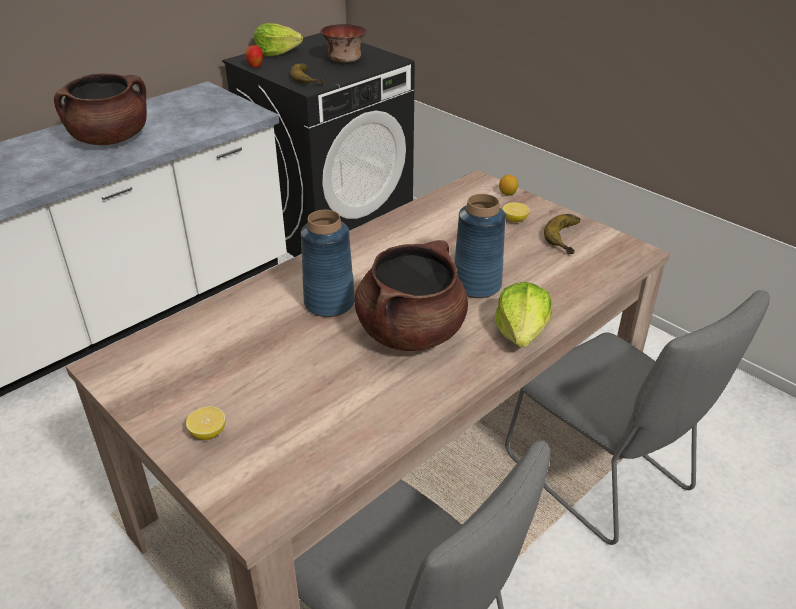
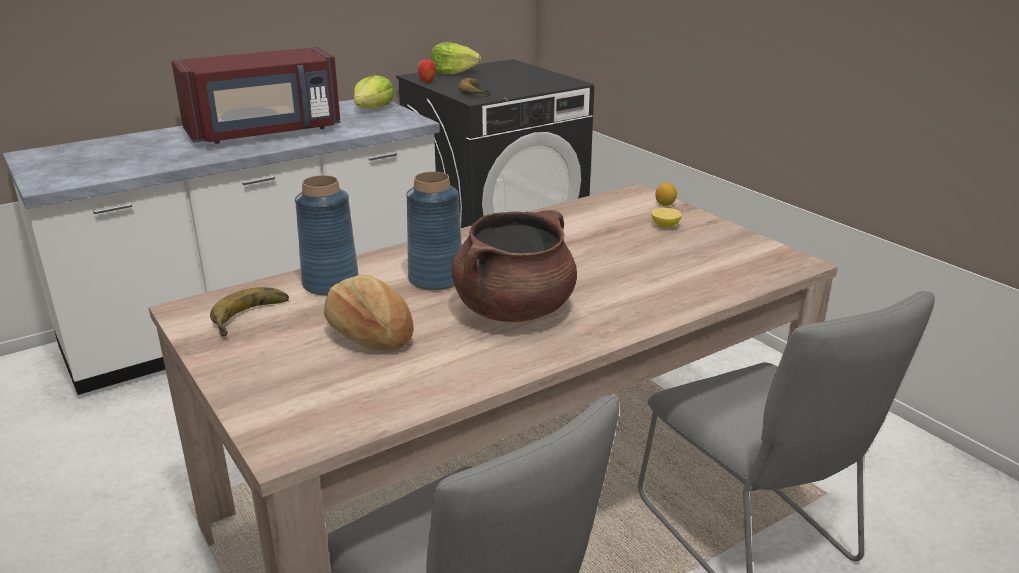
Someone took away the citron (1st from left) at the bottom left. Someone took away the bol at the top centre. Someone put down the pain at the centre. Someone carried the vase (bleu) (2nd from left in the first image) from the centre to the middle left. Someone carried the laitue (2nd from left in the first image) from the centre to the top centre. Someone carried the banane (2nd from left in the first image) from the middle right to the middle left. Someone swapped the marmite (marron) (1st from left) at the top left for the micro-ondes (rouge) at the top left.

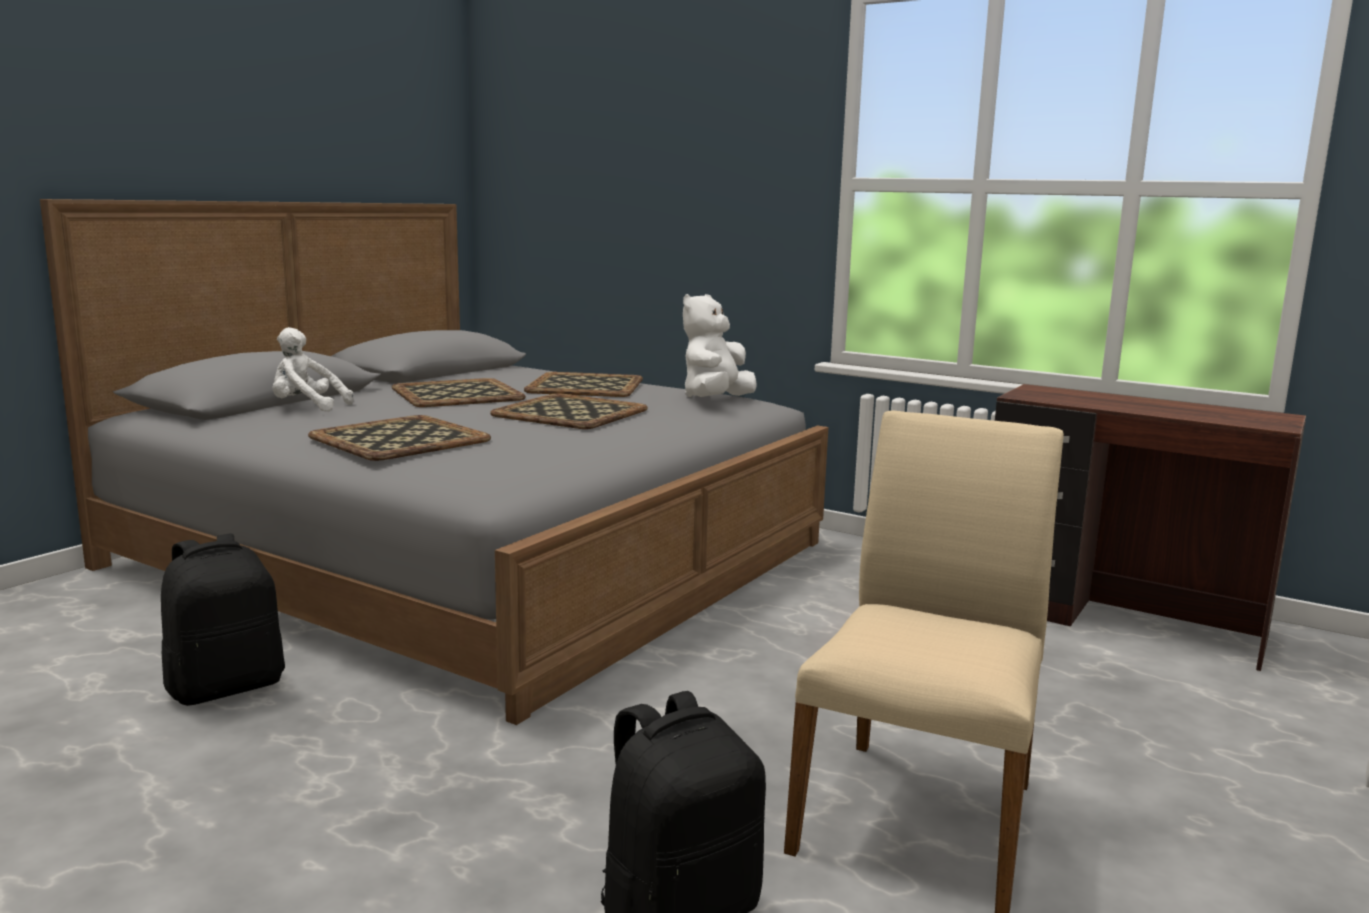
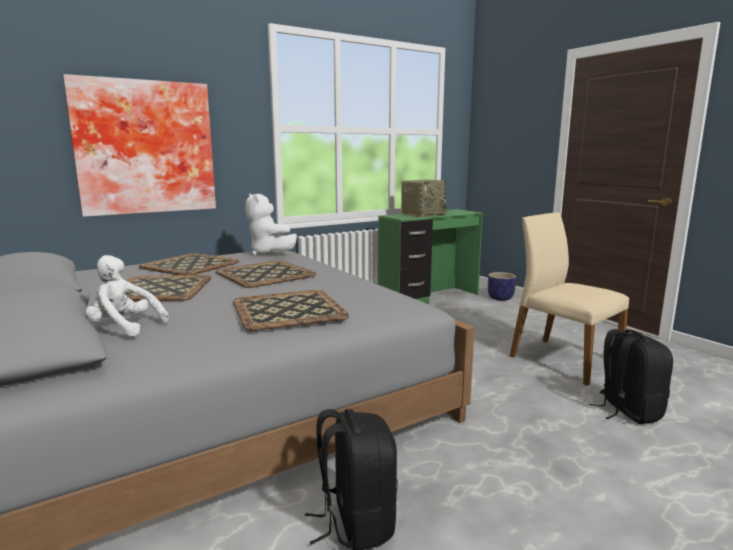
Someone put up the tableau at the top left. Someone put down the radio at the centre. Someone put down the cache-pot at the middle right. Someone repainted the bureau (marron) at the middle right, which became the bureau (vert) at the centre. Someone rotated the peluche (blanc) (1st from left) at the middle left by 75 degrees clockwise.

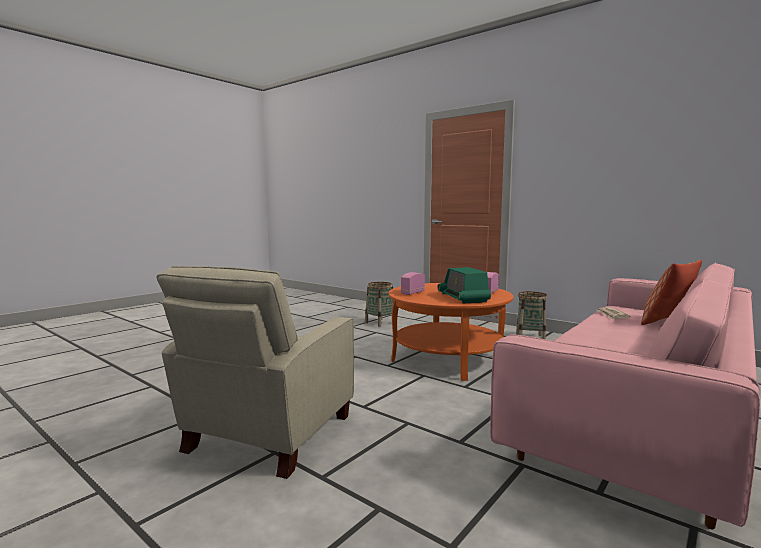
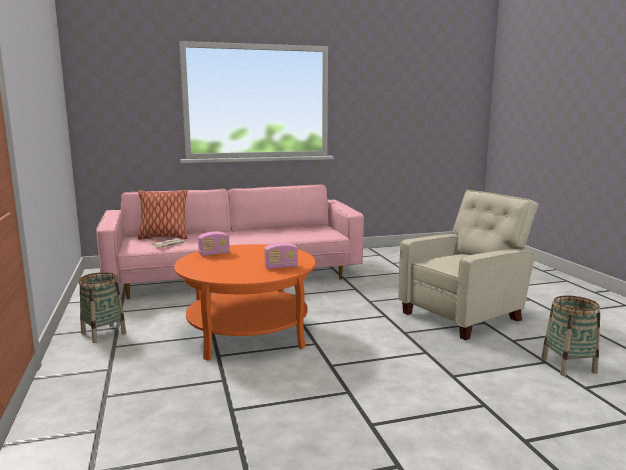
Someone took away the radio (2nd from left) at the centre. Someone carried the panier (1st from left in the first image) from the centre to the bottom right.

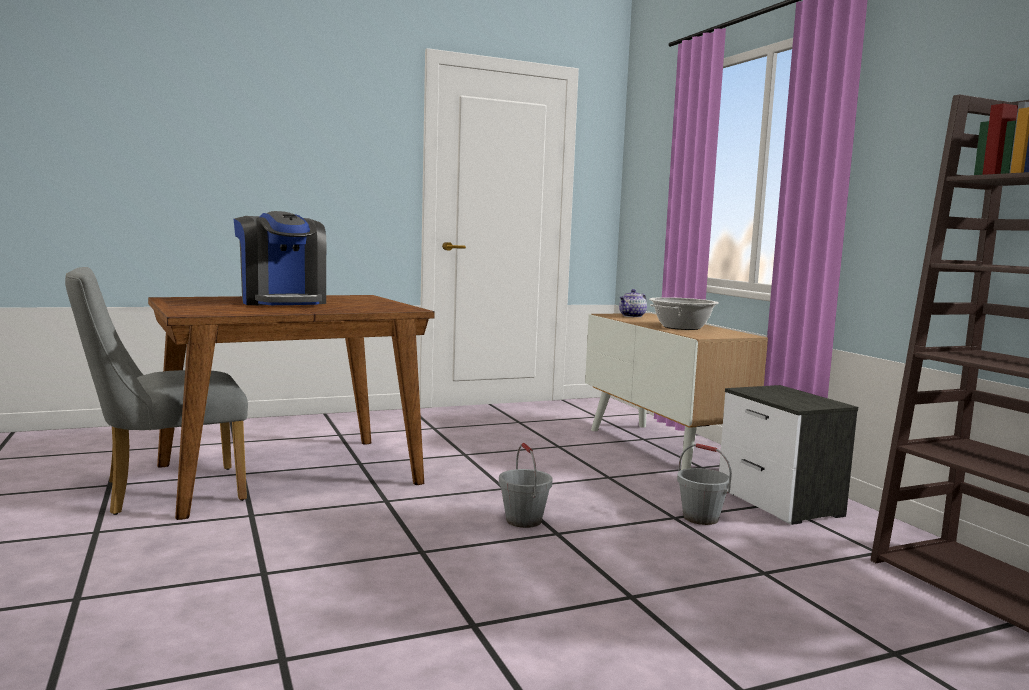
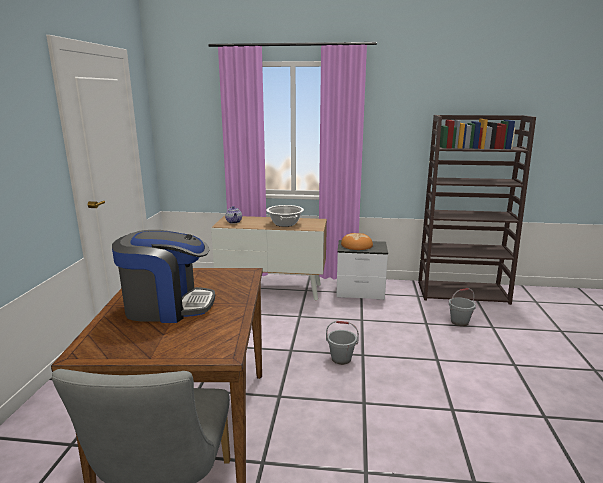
Someone put down the pain at the centre. Someone carried the seau (gris) (2nd from left) from the bottom right to the middle right.

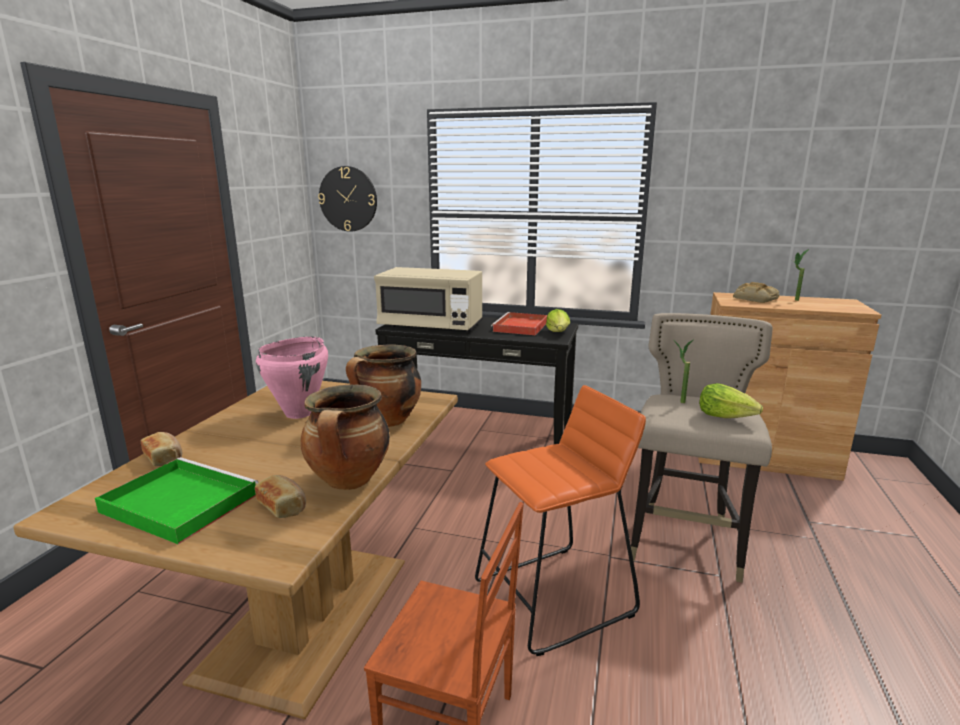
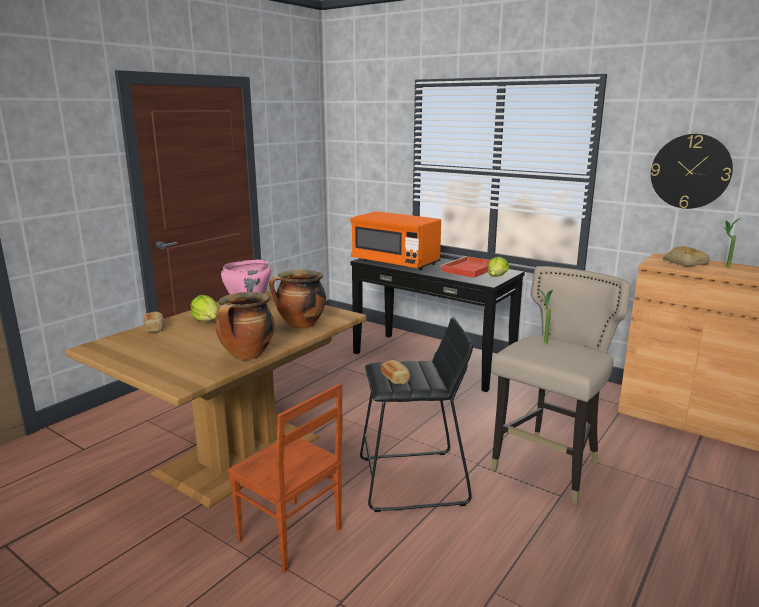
Someone took away the plateau (vert) at the bottom left. Someone carried the pain (2nd from left) from the bottom left to the centre. Someone carried the horloge murale from the top centre to the top right. Someone carried the laitue (2nd from left in the first image) from the middle right to the middle left. Someone repainted the micro-ondes (beige) at the centre, which became the micro-ondes (orange) at the centre. Someone repainted the tabouret (orange) at the bottom centre, which became the tabouret (noir) at the bottom centre.

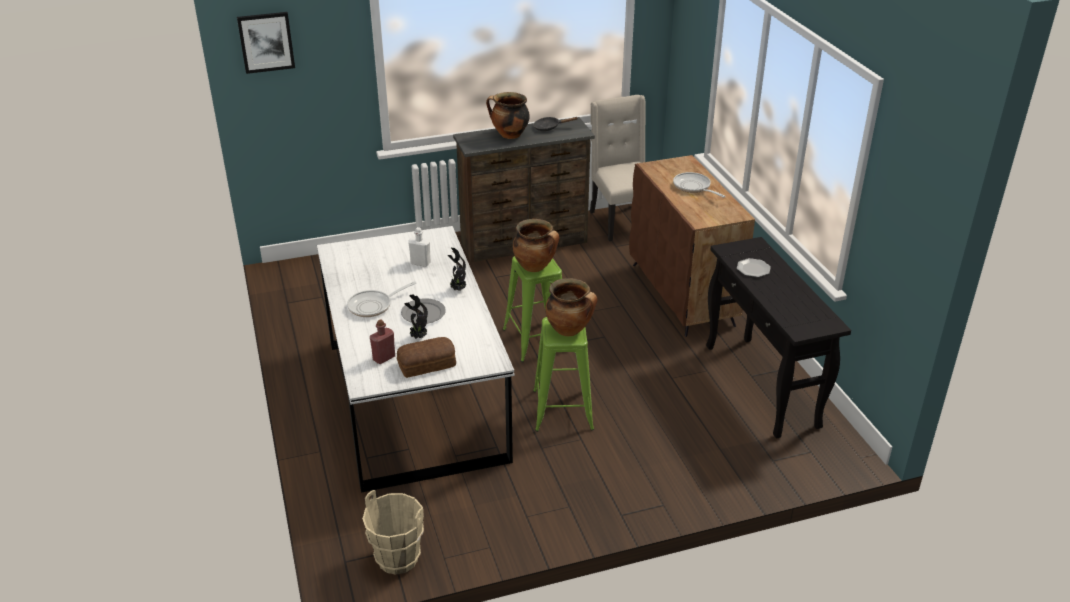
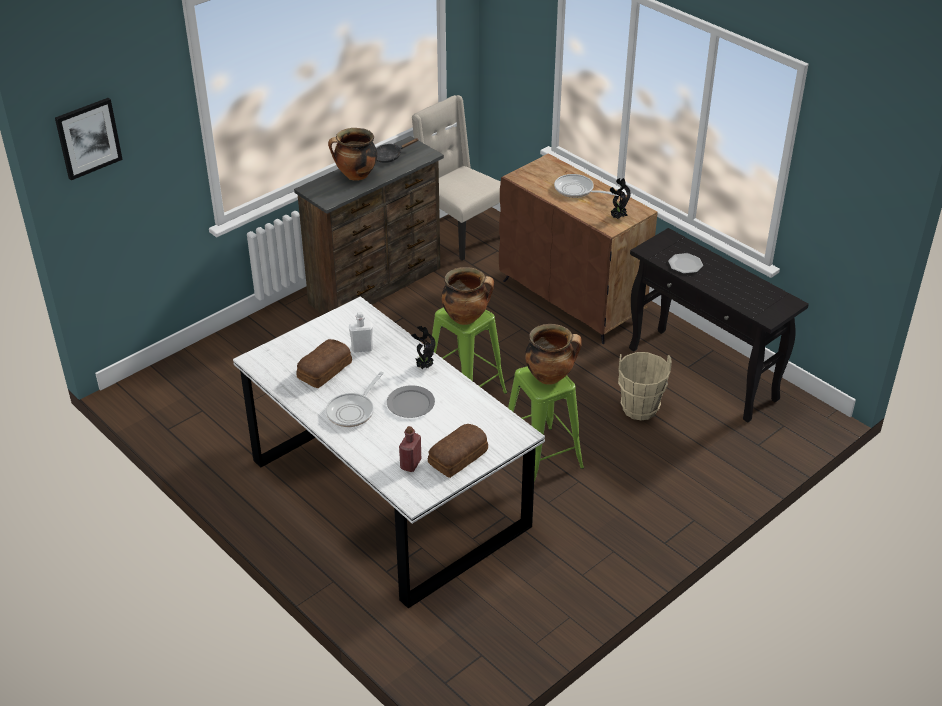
Someone put down the pain (1st from left) at the centre. Someone carried the seau (beige) from the bottom centre to the middle right. Someone carried the plante en pot (1st from left in the first image) from the centre to the top centre.

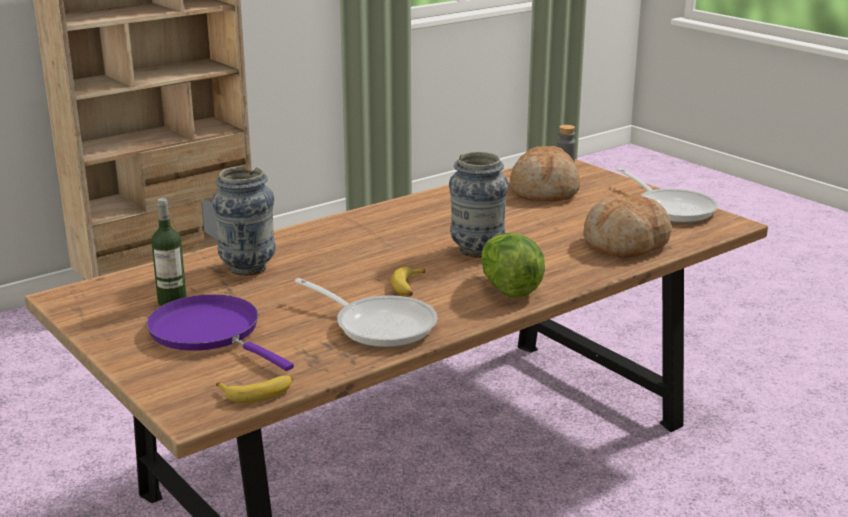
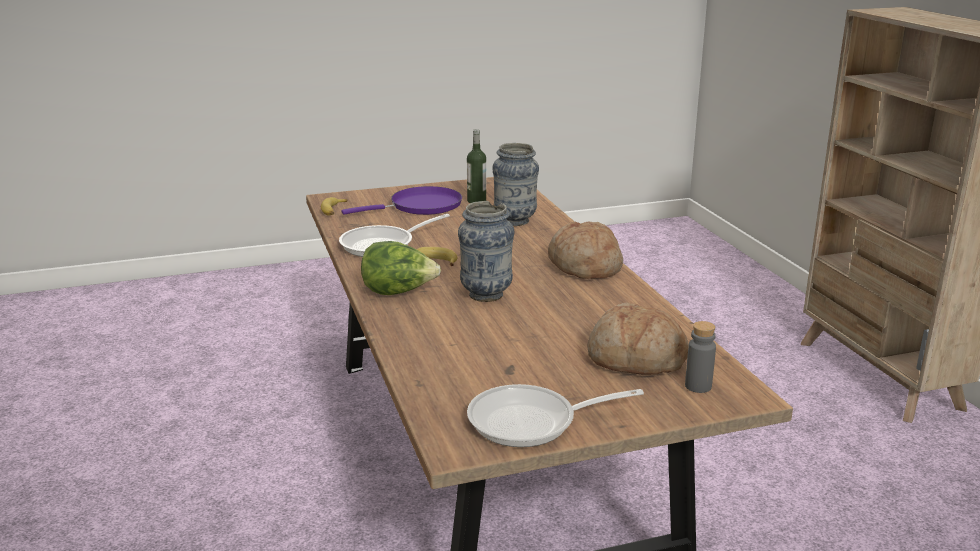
Someone carried the pain (2nd from left in the first image) from the middle right to the centre.

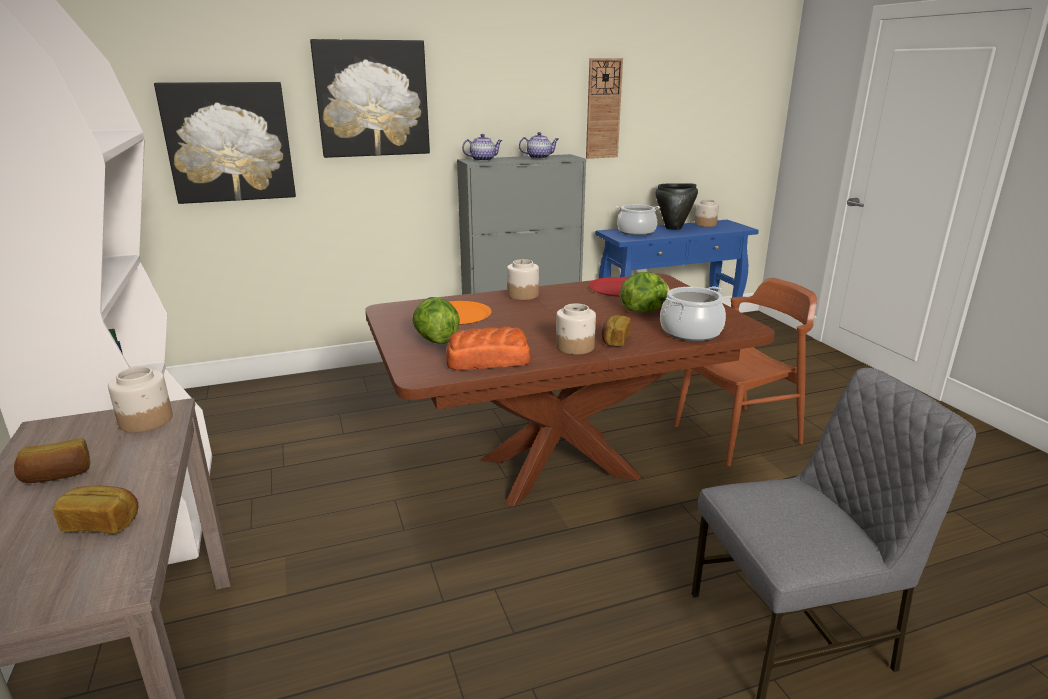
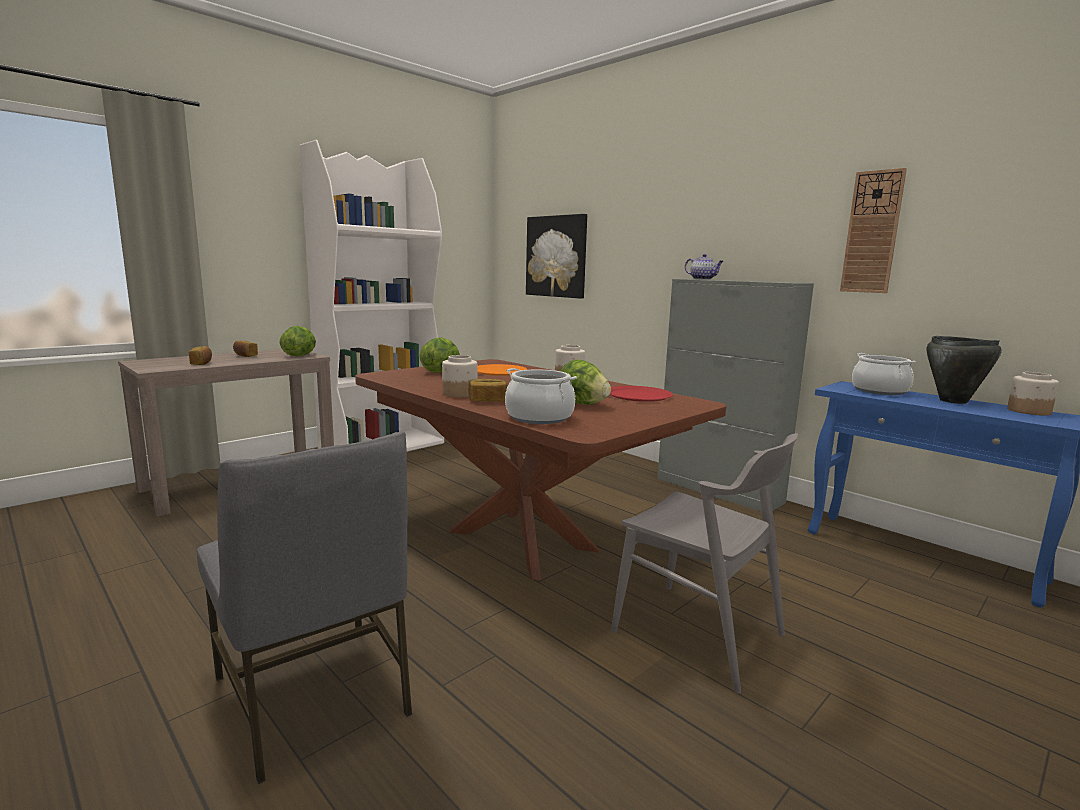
Someone took away the tableau (2nd from left) at the top centre. Someone took away the pain (3rd from left) at the centre. Someone took away the théière (2nd from left) at the top centre. Someone swapped the bocal (1st from left) at the middle left for the laitue (1st from left) at the middle left. Someone repainted the chaise (marron) at the middle right, which became the chaise (gris) (2nd from left) at the bottom centre.

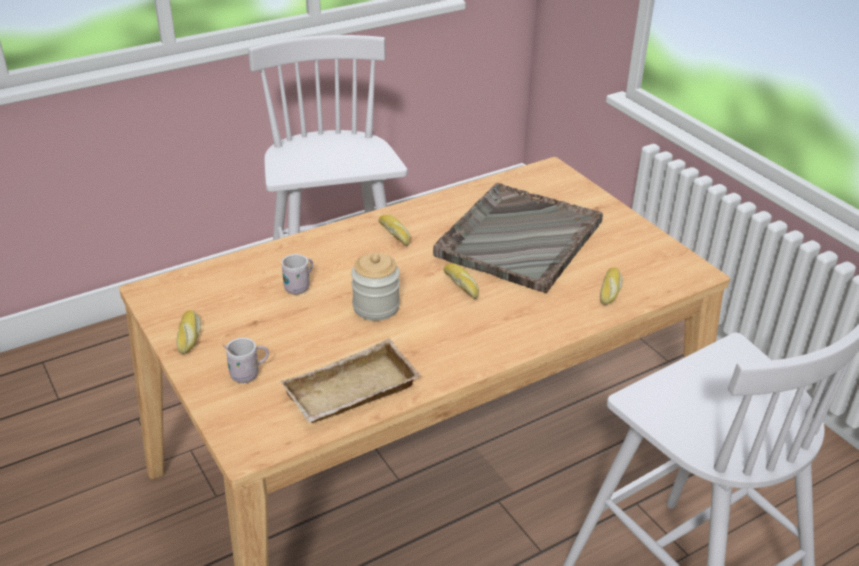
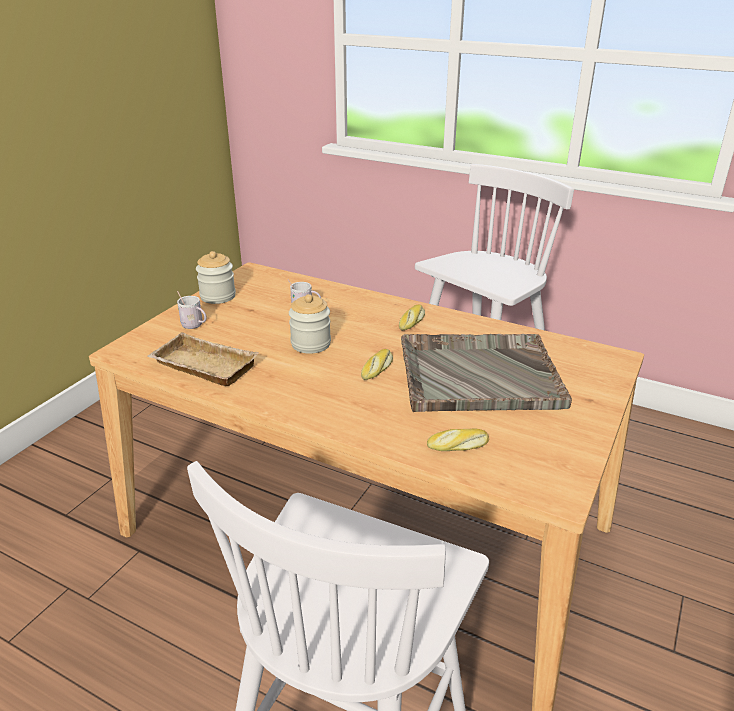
Someone swapped the pain (1st from left) at the middle left for the bocal (1st from left) at the middle left.

